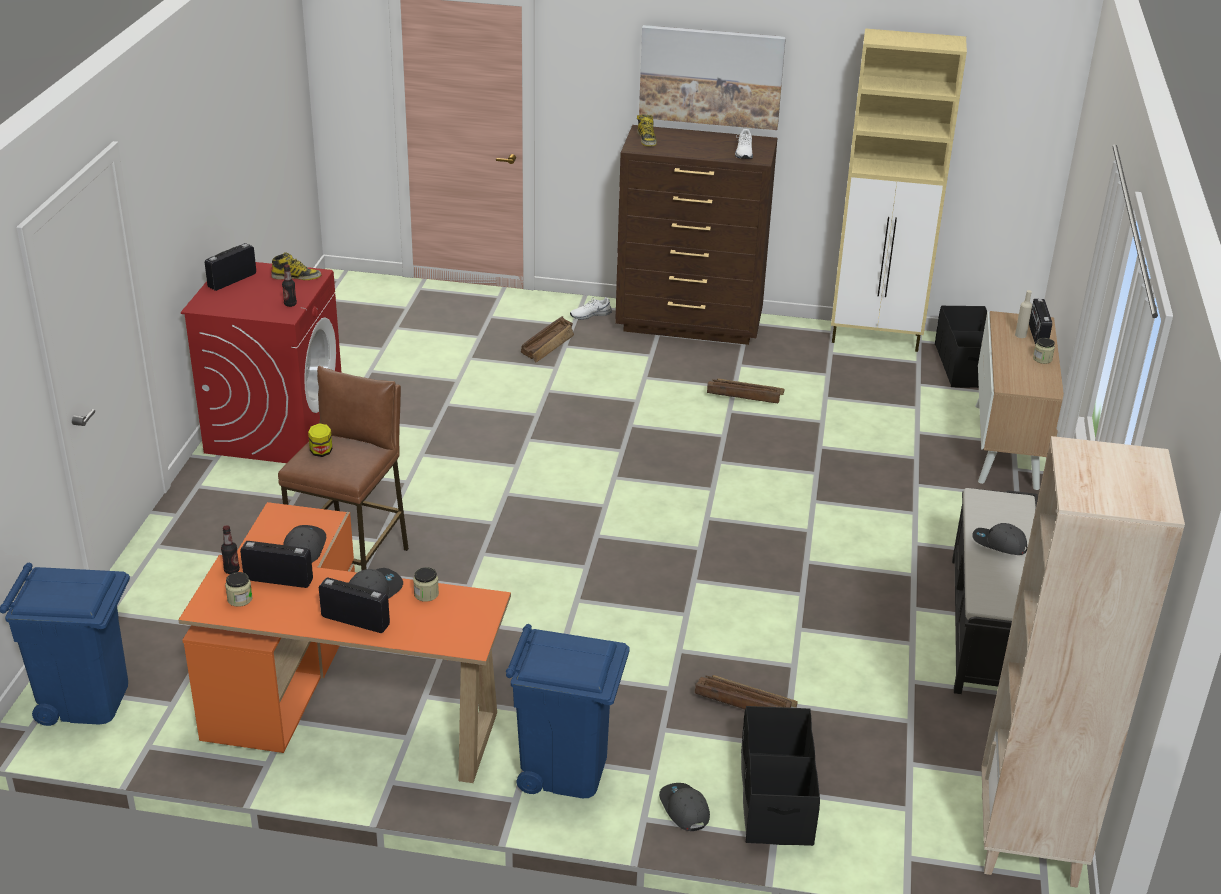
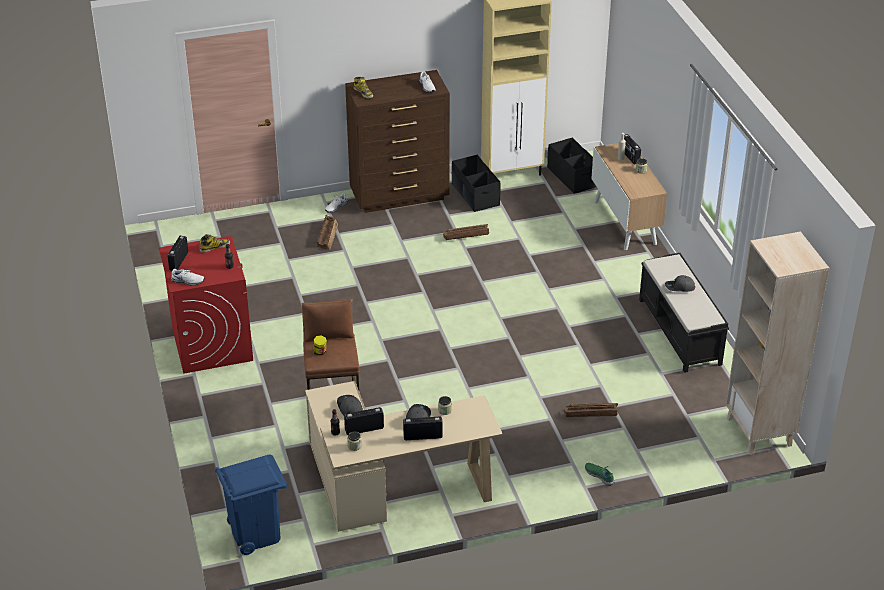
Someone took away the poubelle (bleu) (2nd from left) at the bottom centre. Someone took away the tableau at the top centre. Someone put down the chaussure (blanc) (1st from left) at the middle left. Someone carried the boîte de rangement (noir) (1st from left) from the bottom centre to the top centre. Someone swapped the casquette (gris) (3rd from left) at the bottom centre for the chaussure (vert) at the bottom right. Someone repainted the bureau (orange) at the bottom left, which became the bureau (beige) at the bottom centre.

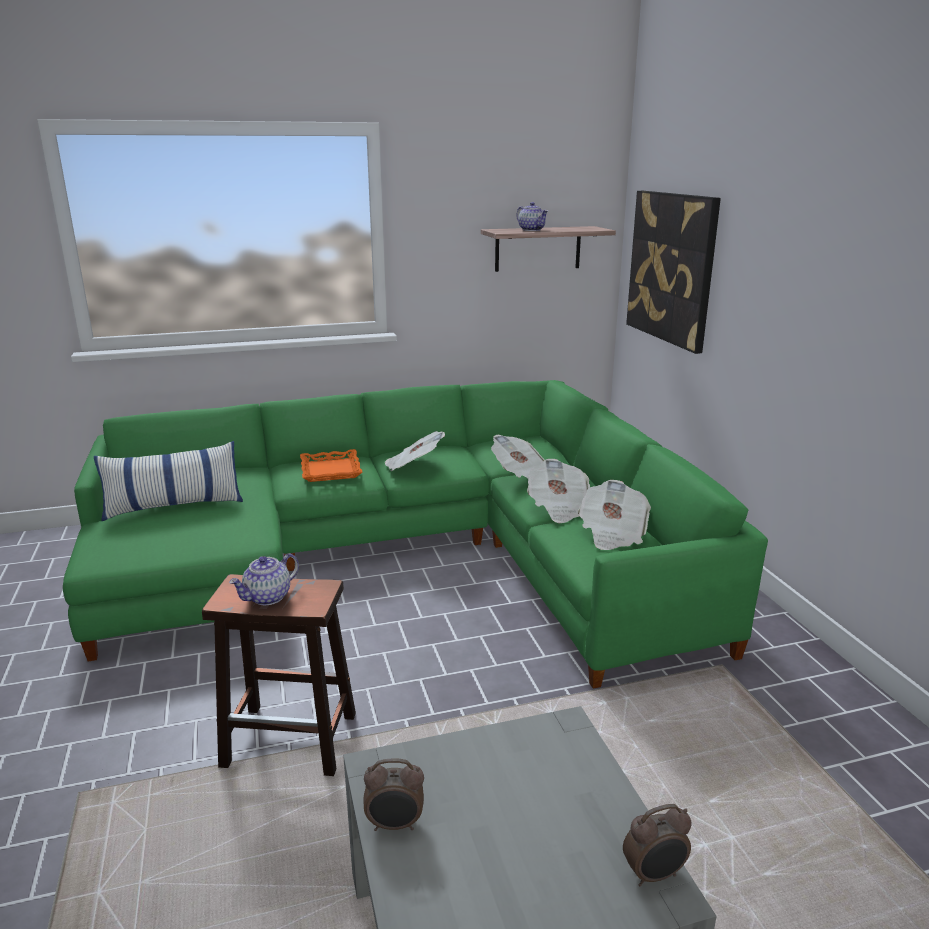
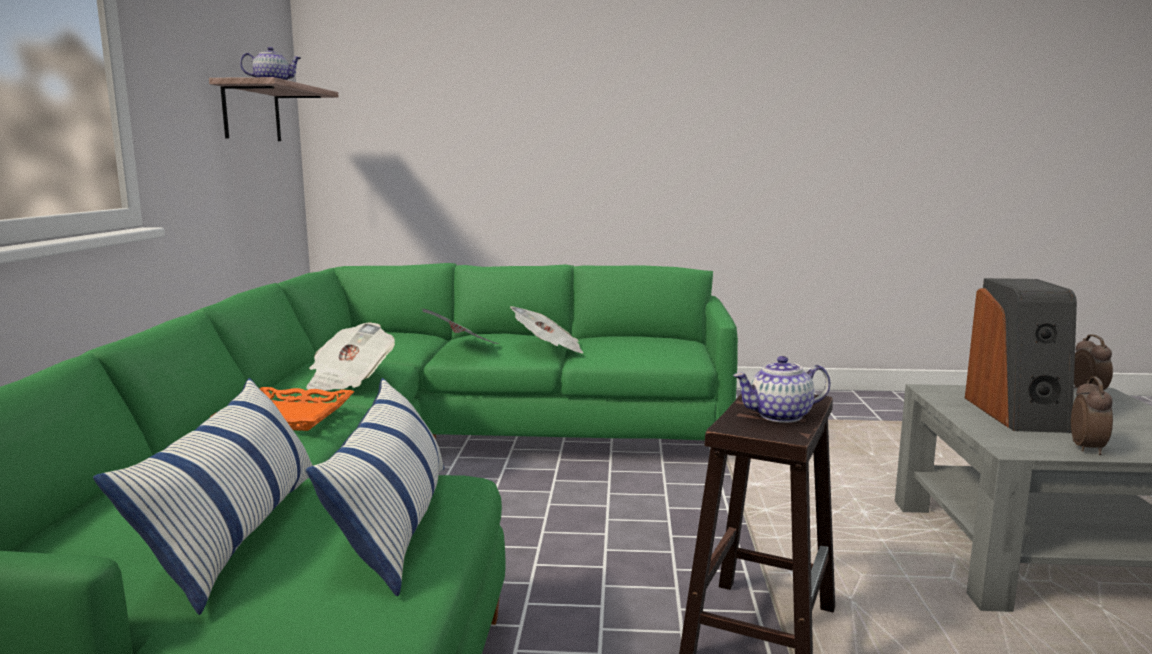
Someone took away the journal (4th from left) at the centre. Someone took away the tableau at the top right. Someone put down the coussin (2nd from left) at the bottom left. Someone put down the enceinte at the middle right. Someone rotated the théière (1st from left in the first image) at the middle left by 105 degrees clockwise.

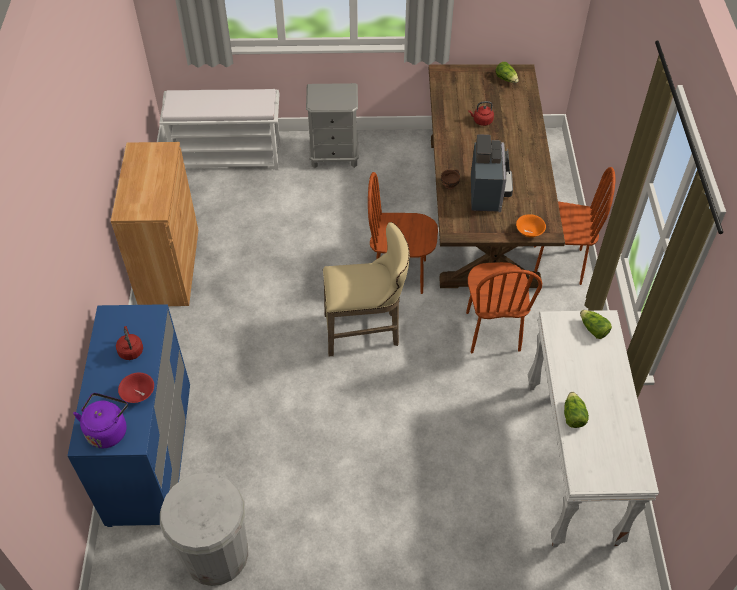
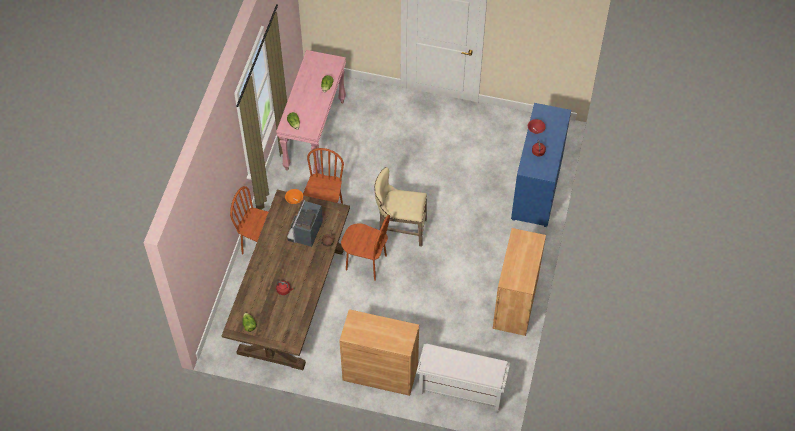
Someone took away the bouilloire (violet) at the bottom left. Someone took away the poubelle (blanc) at the bottom left. Someone swapped the table de chevet (gris) at the top centre for the meuble de rangement (marron) (1st from left) at the bottom centre. Someone repainted the table console (blanc) at the bottom right, which became the table console (rose) at the top centre.

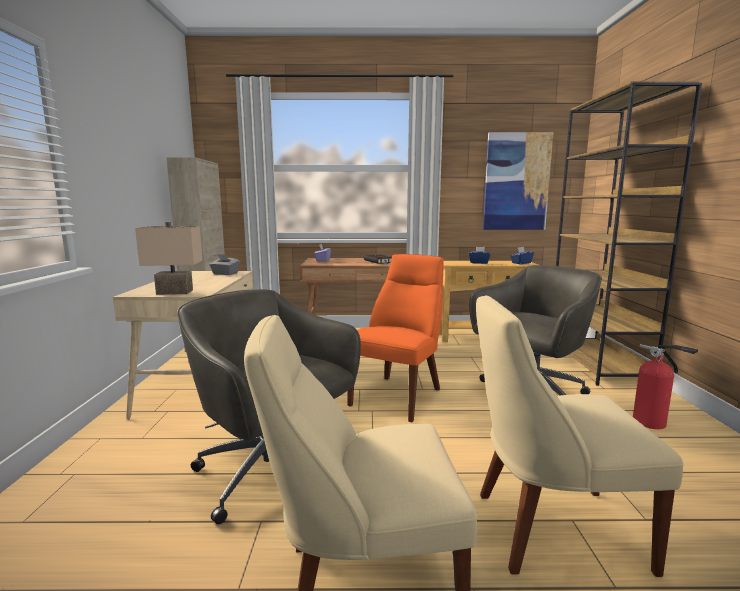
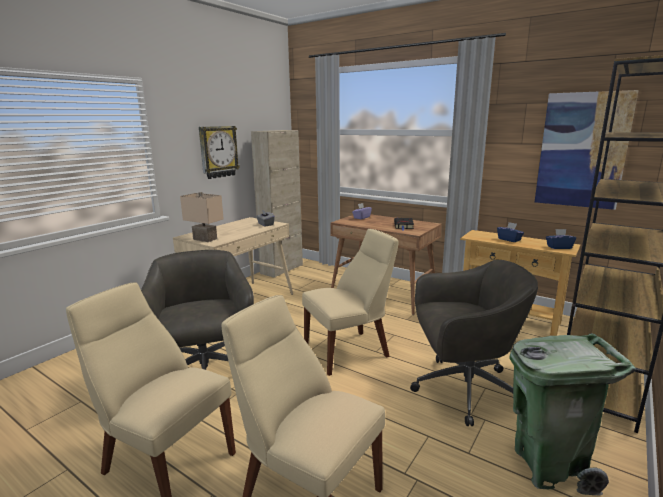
Someone put up the horloge murale at the top left. Someone swapped the extincteur at the middle right for the poubelle (vert) at the bottom right. Someone repainted the chaise (orange) at the centre, which became the chaise (beige) (3rd from left) at the centre.

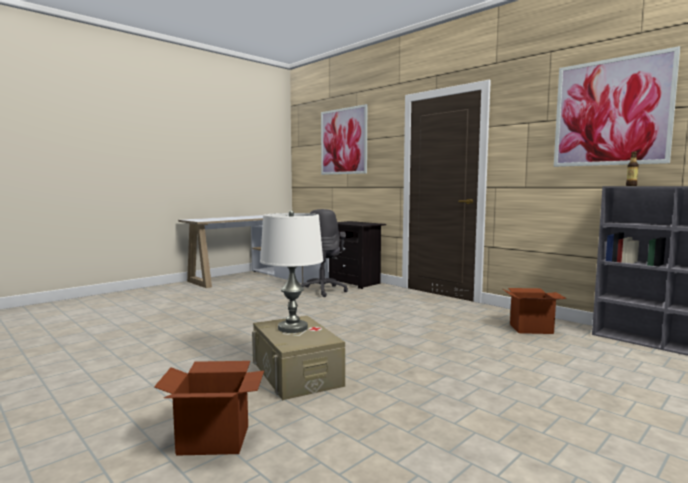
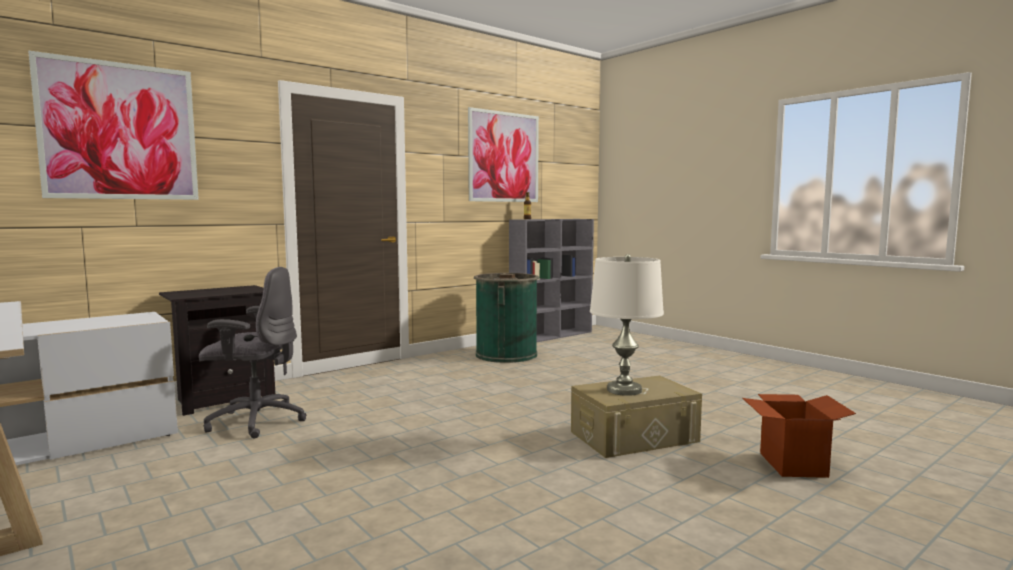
Someone swapped the carton (2nd from left) at the middle right for the poubelle (vert) at the centre.

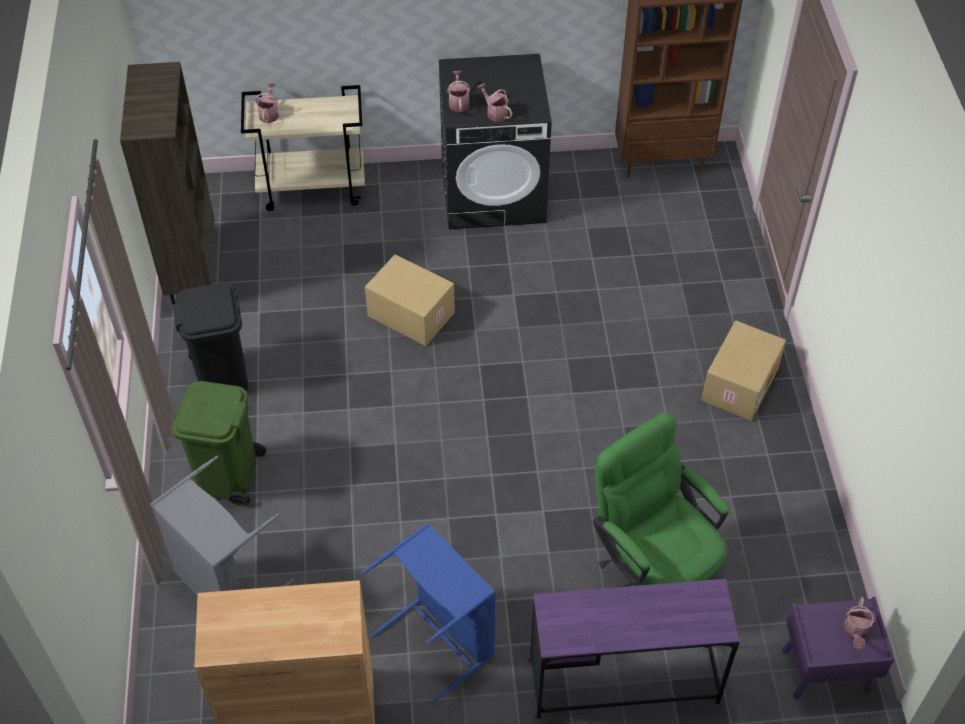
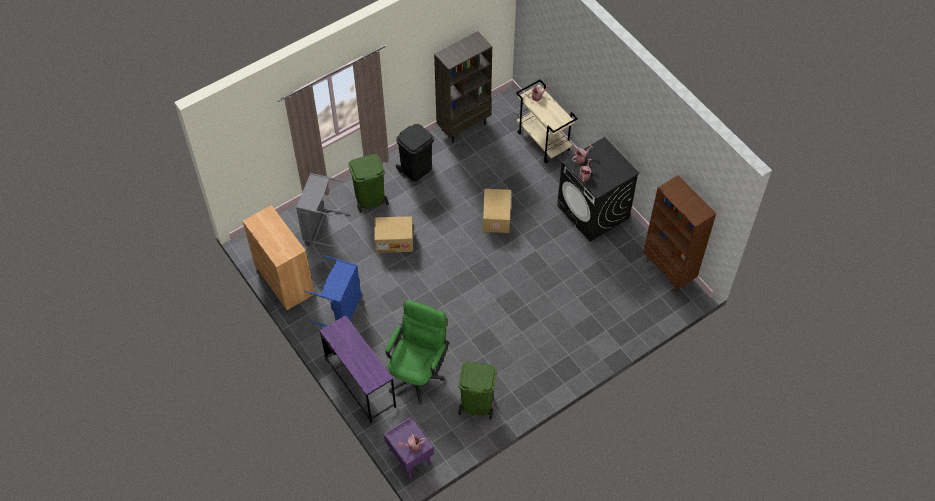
Someone put down the poubelle (vert) (2nd from left) at the bottom centre. Someone carried the carton (2nd from left in the first image) from the middle right to the centre.

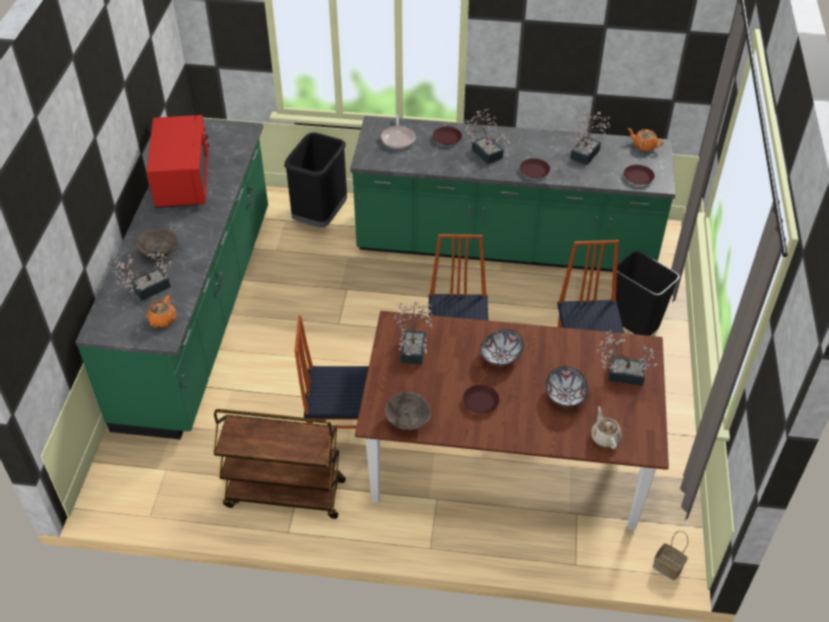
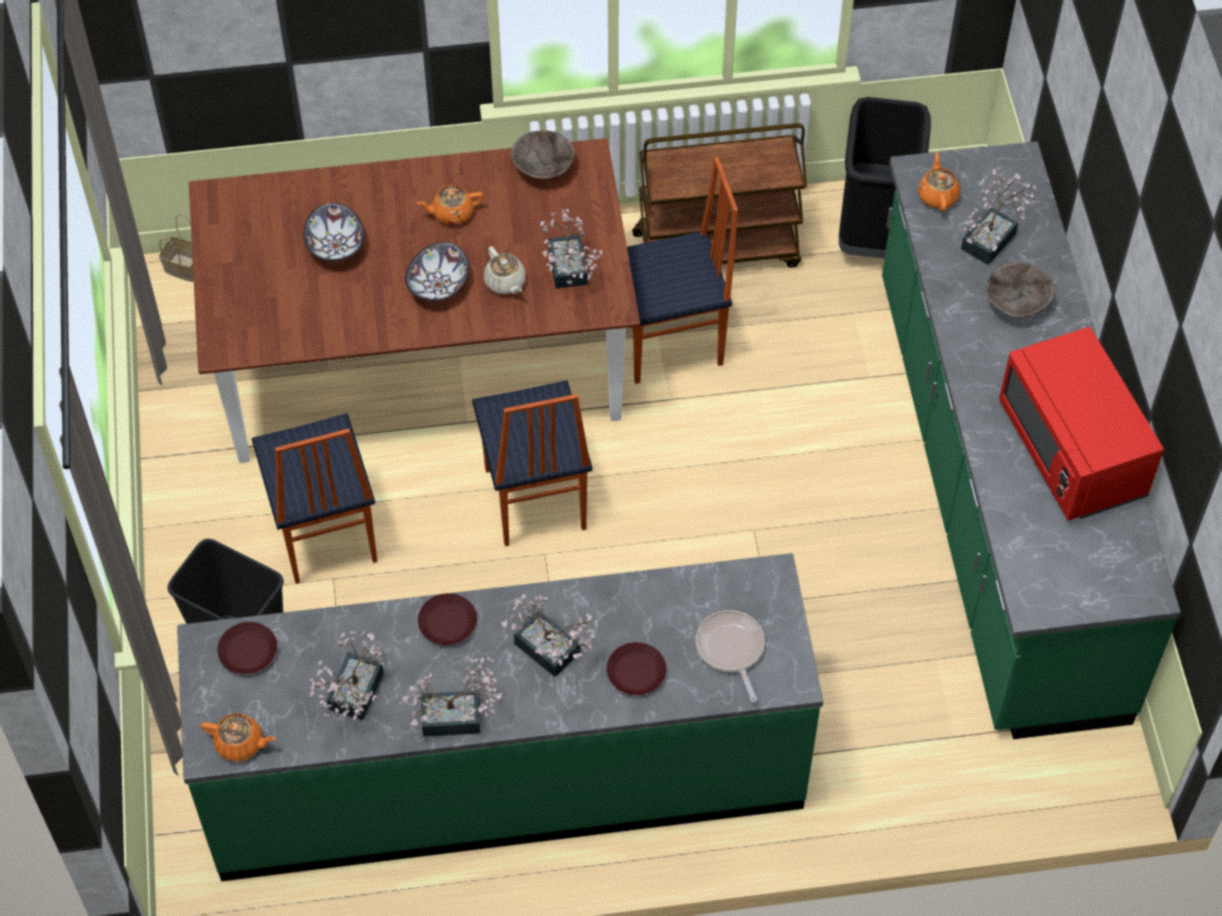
Someone carried the poubelle (noir) (1st from left in the first image) from the top centre to the top right. Someone carried the théière (beige) from the bottom right to the top centre. Someone carried the plante en pot (5th from left in the first image) from the middle right to the bottom centre. Someone swapped the assiette (marron) (2nd from left) at the centre for the théière (orange) (2nd from left) at the top centre.

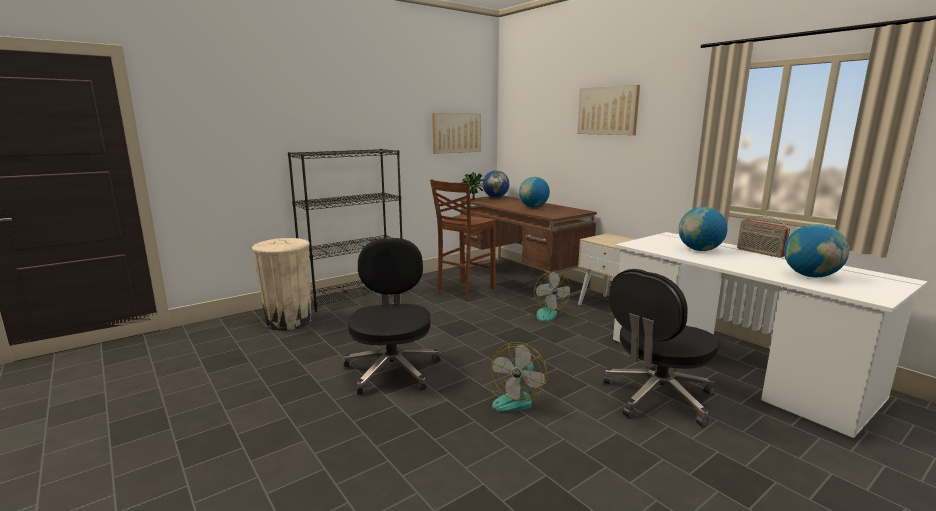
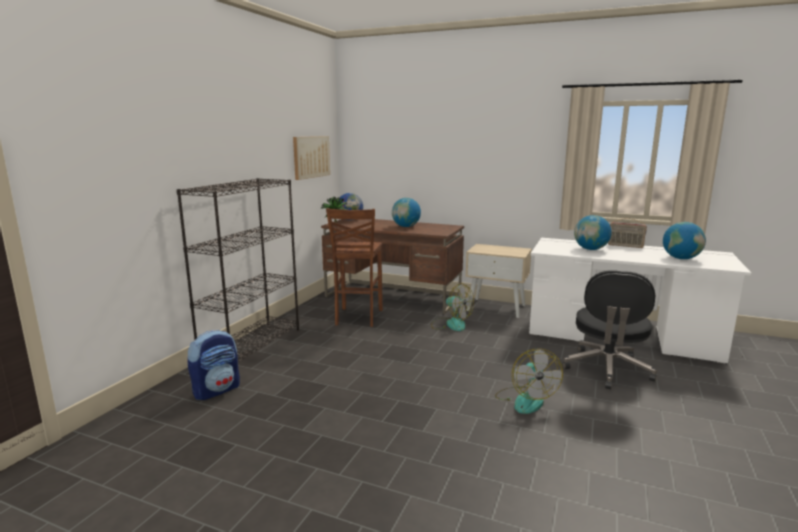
Someone took away the chaise de bureau (noir) (1st from left) at the centre. Someone took away the tableau (2nd from left) at the top centre. Someone swapped the poubelle (beige) at the middle left for the sac à dos at the bottom left.

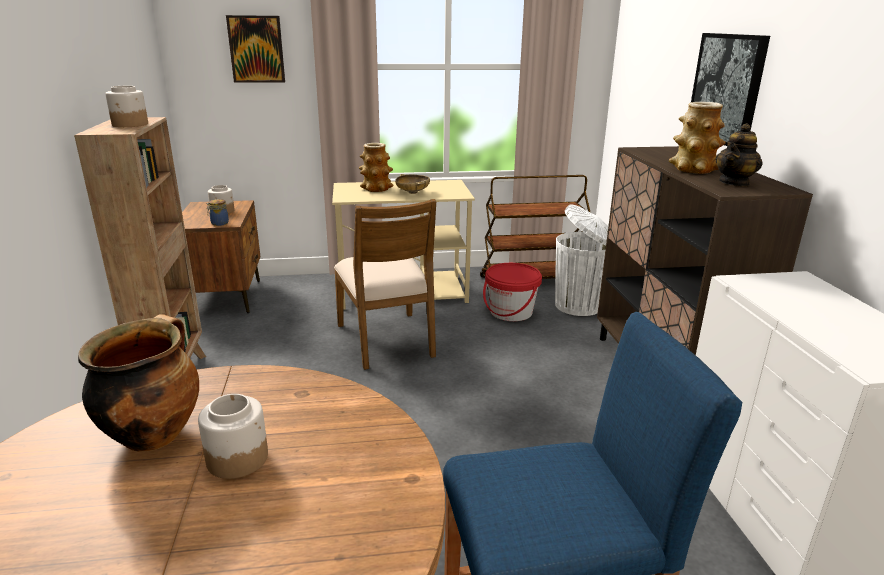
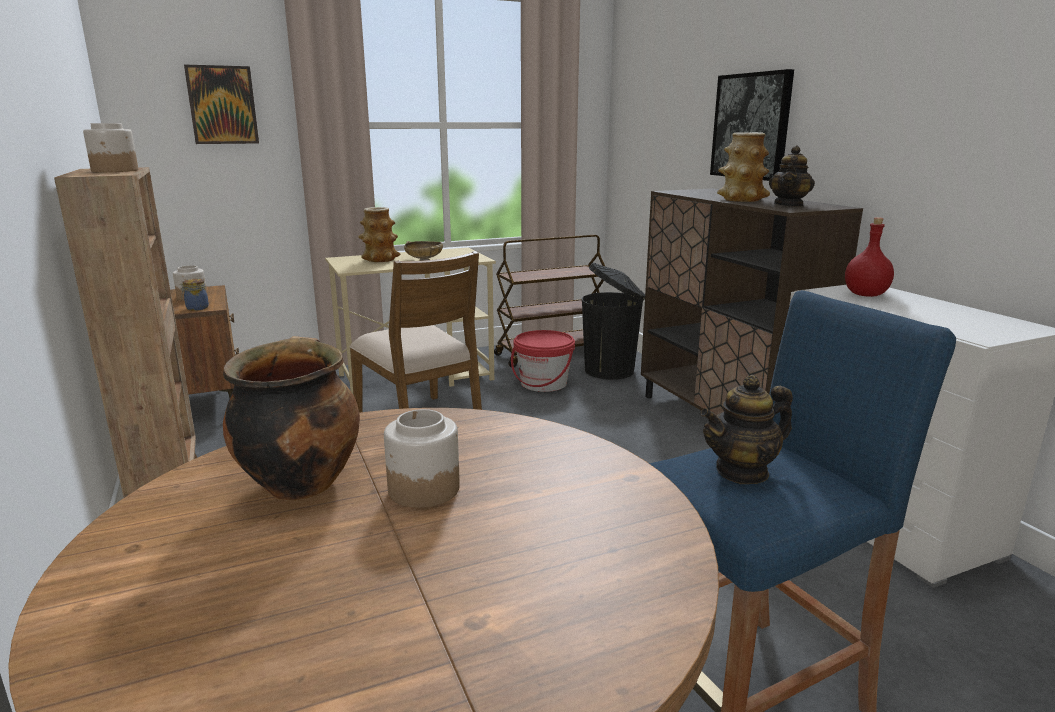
Someone put down the théière (1st from left) at the middle right. Someone put down the bouteille (rouge) at the middle right. Someone repainted the poubelle (blanc) at the centre, which became the poubelle (noir) at the centre.

